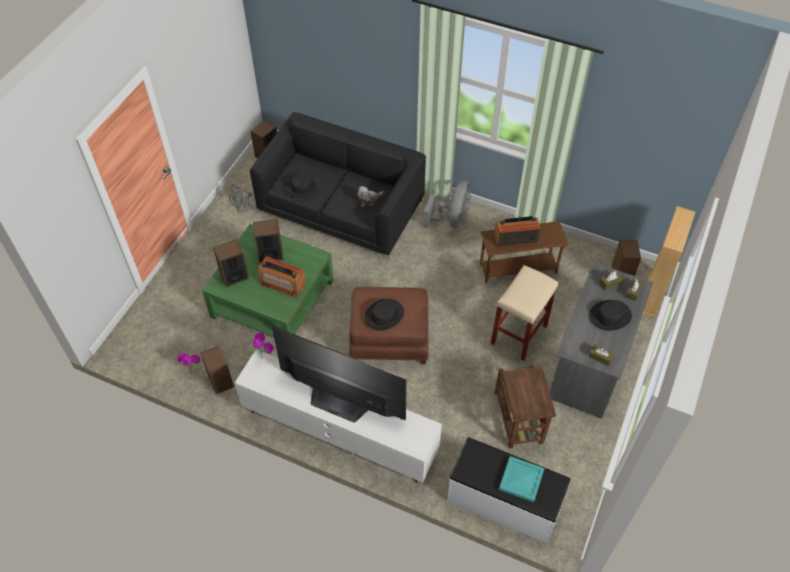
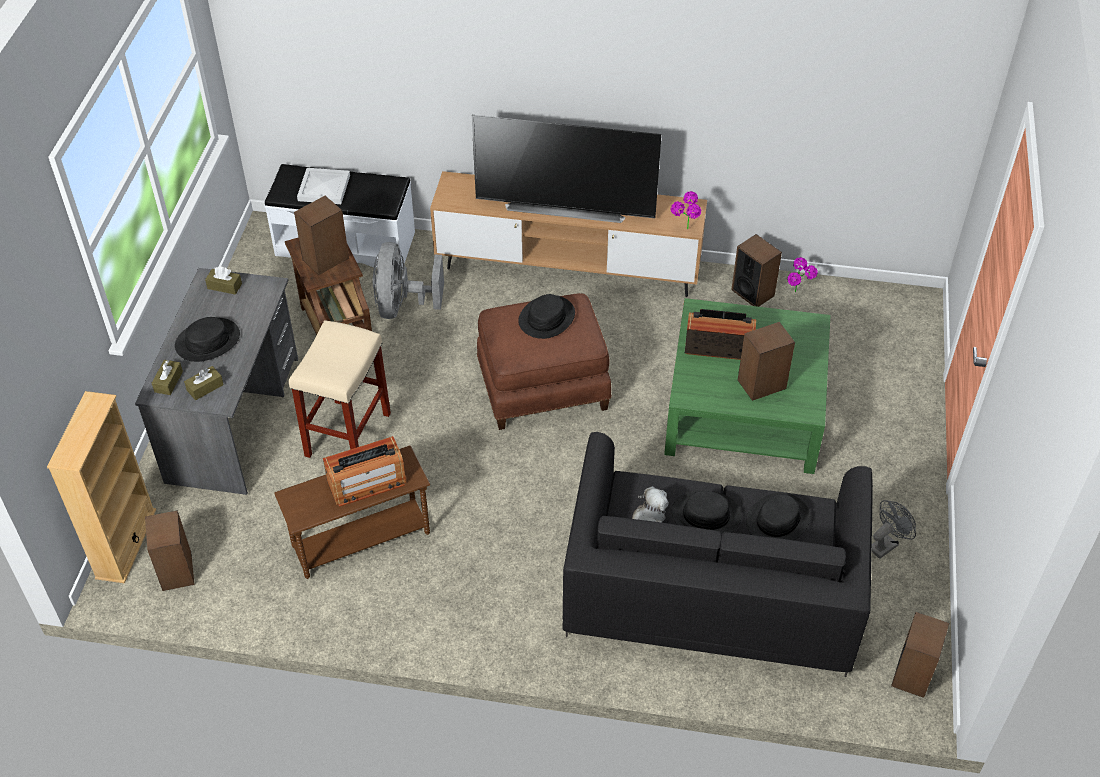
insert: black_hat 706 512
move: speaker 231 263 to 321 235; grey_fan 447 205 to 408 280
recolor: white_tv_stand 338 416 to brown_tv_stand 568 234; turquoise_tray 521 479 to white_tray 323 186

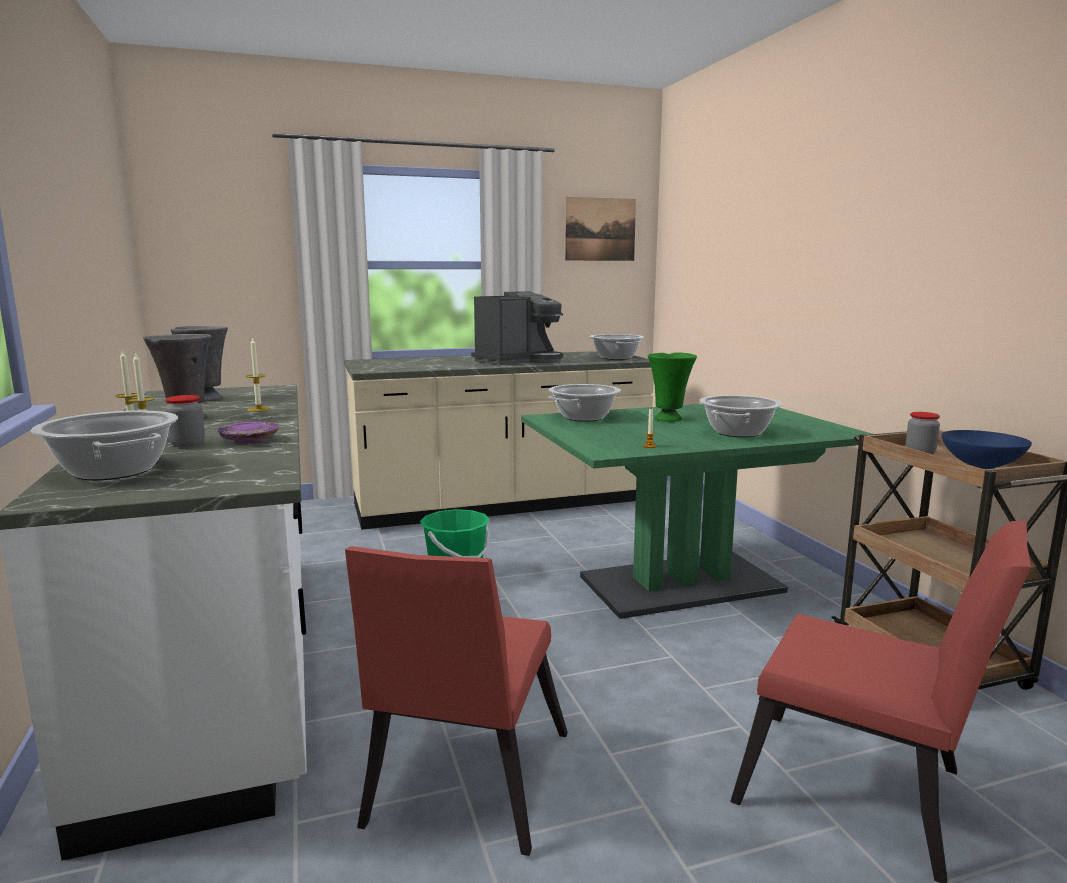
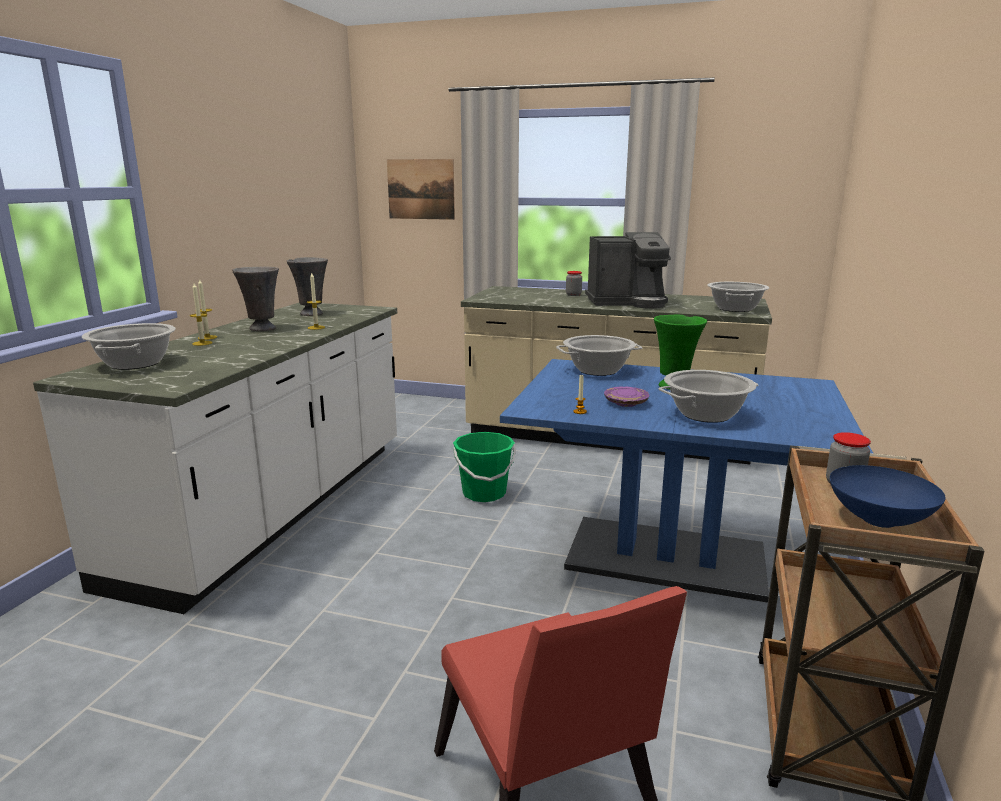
delete: red_chair 456 701
move: jar 185 421 to 574 283; purple_plate 248 432 to 627 397; picture 600 229 to 421 189
recolor: green_dining_table 696 511 to blue_dining_table 687 481

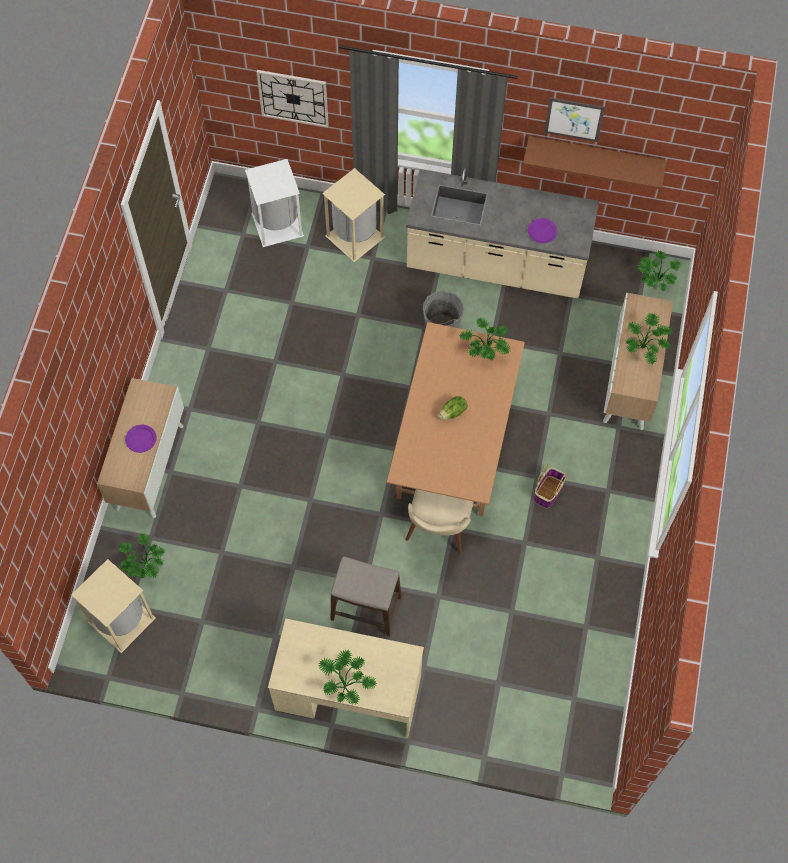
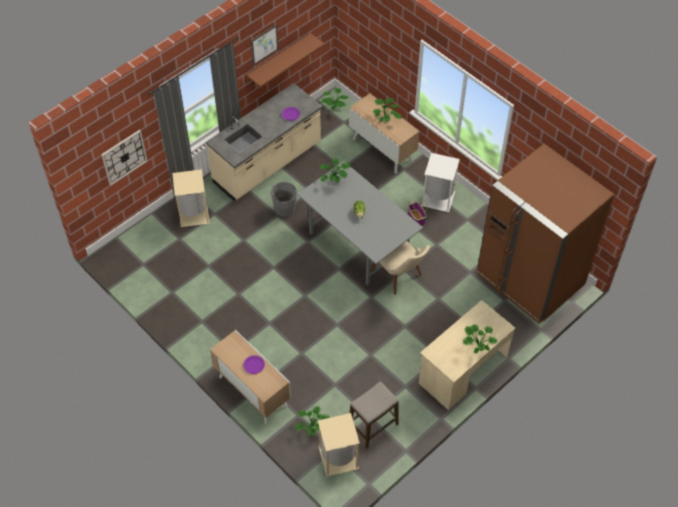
insert: brown_fridge 546 234
move: white_trash_can 274 203 to 441 182; stool 366 596 to 374 414
recolor: brown_dining_table 456 419 to grey_dining_table 360 223

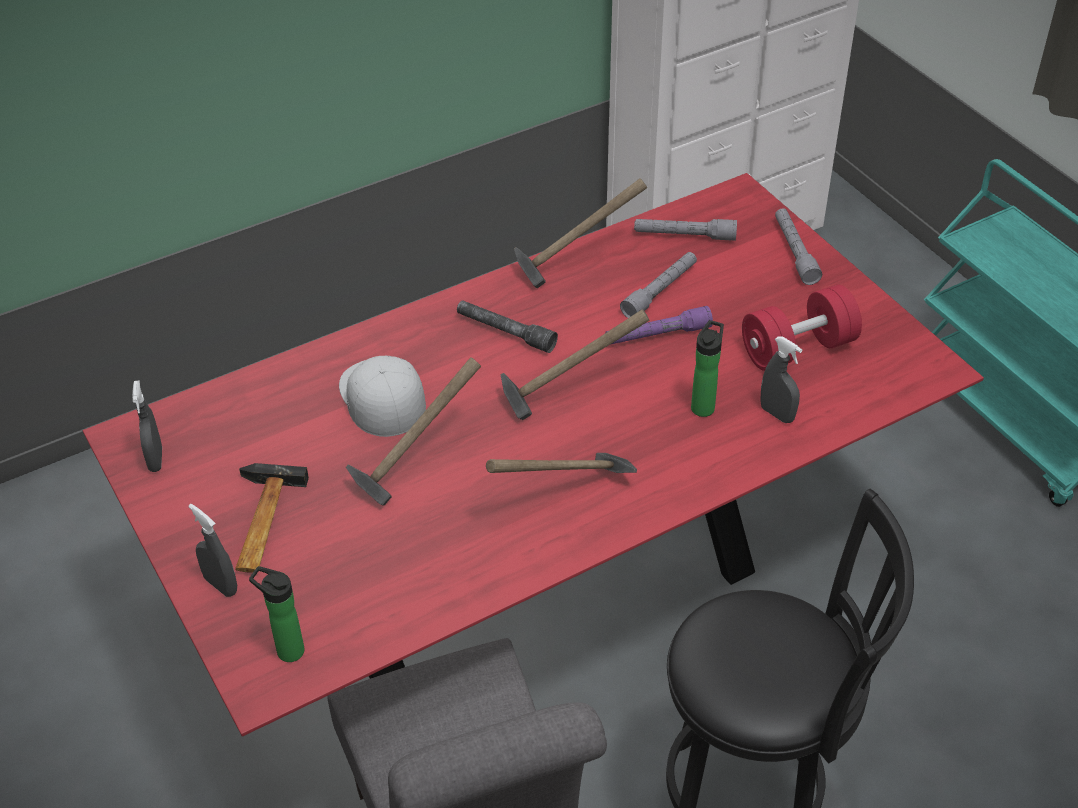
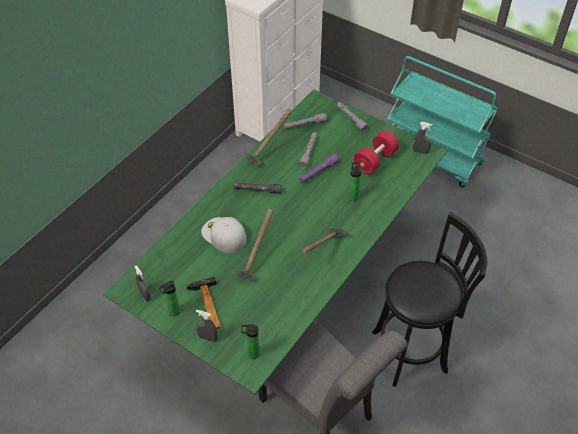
delete: hammer 575 364
insert: bottle 169 298
move: grey_spray_bottle 781 379 to 423 138
recolor: red_dining_table 533 455 to green_dining_table 275 242

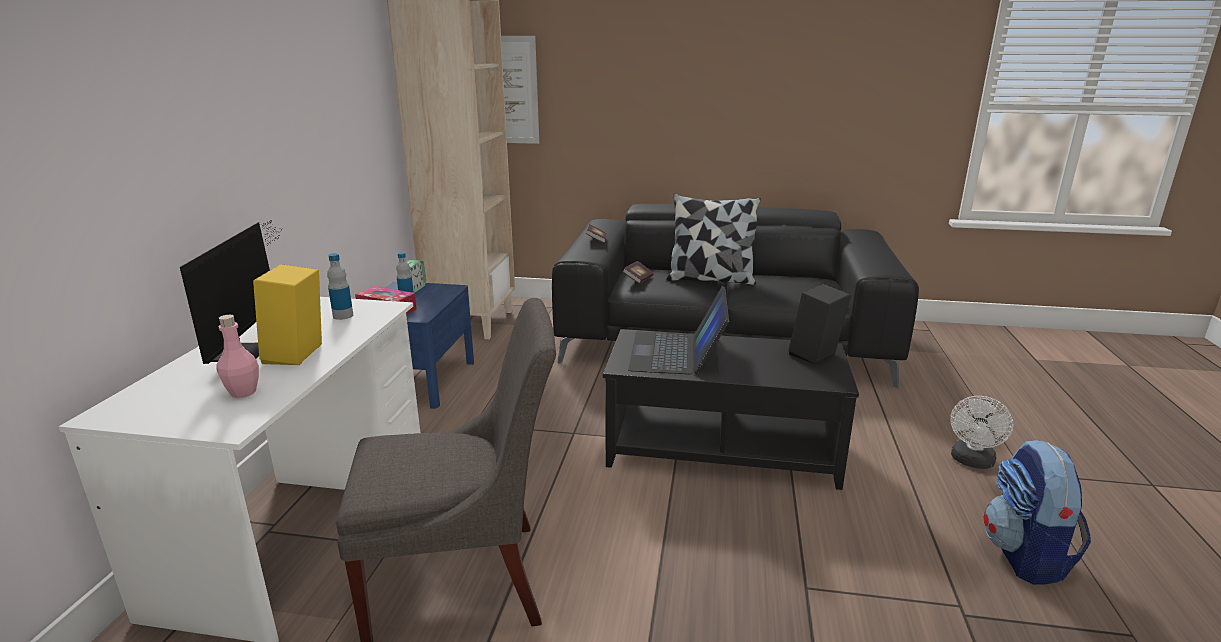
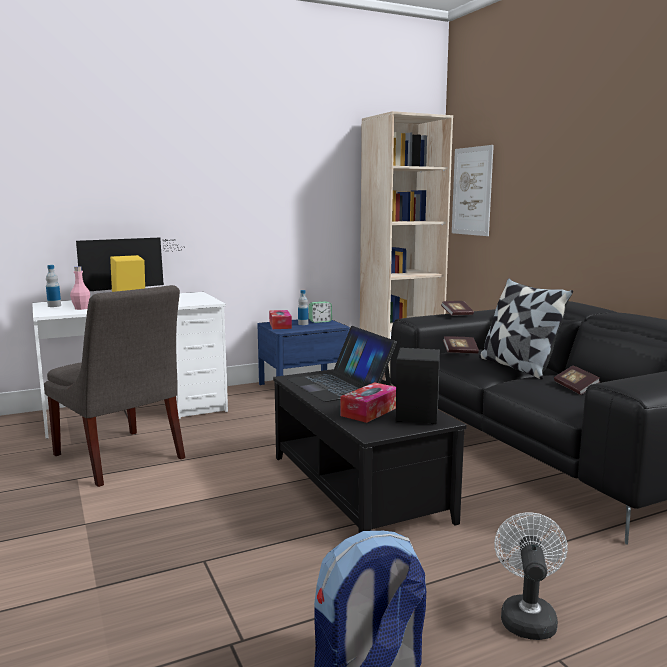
insert: tissue_box 368 402; book 577 380
move: bottle 340 286 to 53 286
rotate: laptop 678 331 = 342 364 90 degrees counterclockwise; white_fan 981 432 = 531 576 105 degrees clockwise

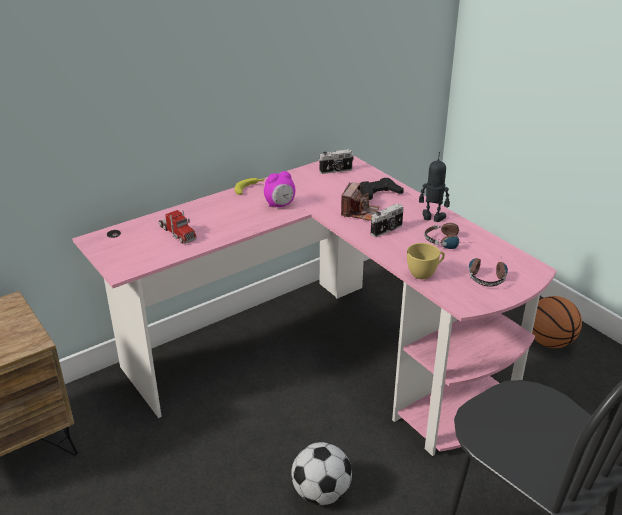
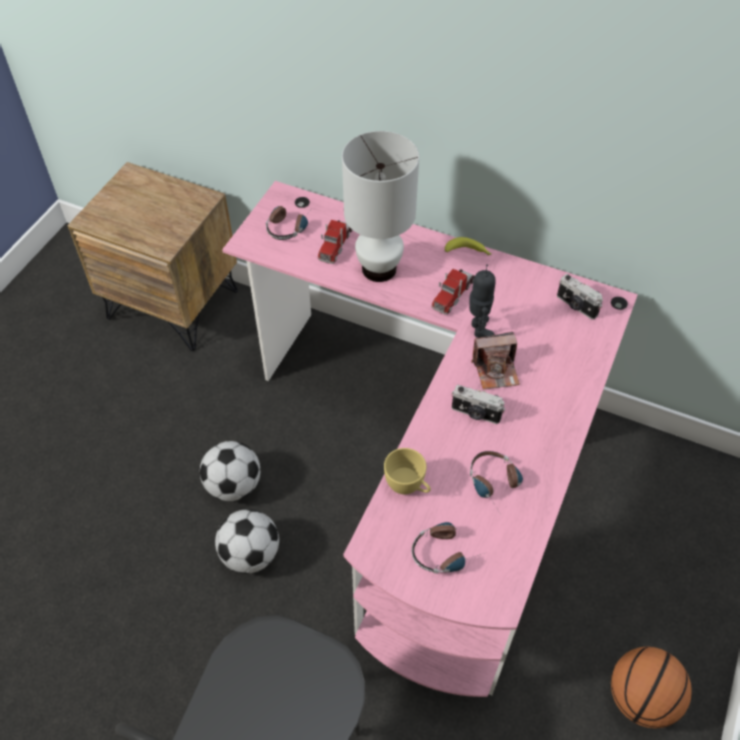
delete: black_game_controller 382 189
insert: football 230 471; headphones 289 223; white_table_lamp 380 206
move: toy_robot 434 187 to 482 301
replace: alarm_clock 279 189 to toy_truck 453 292

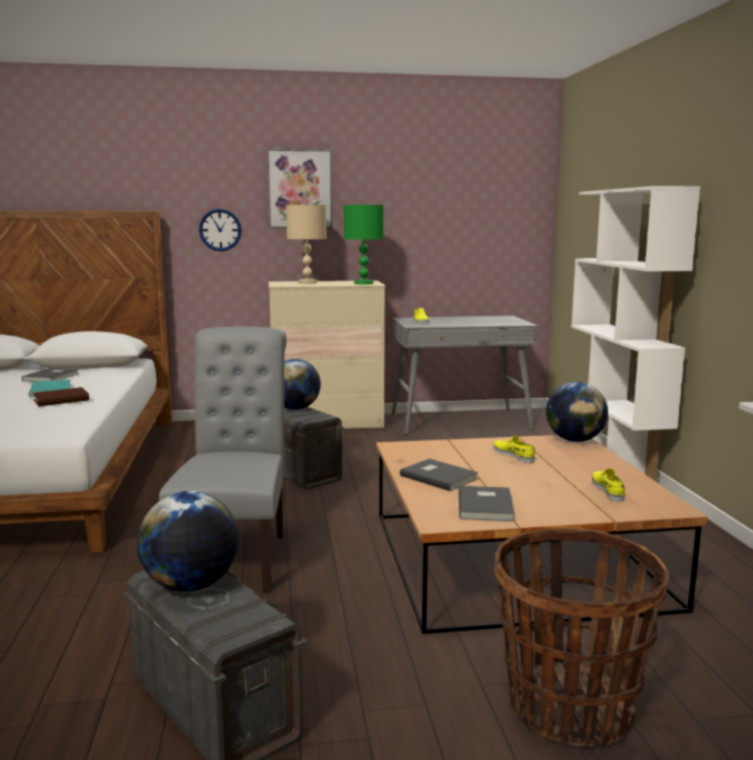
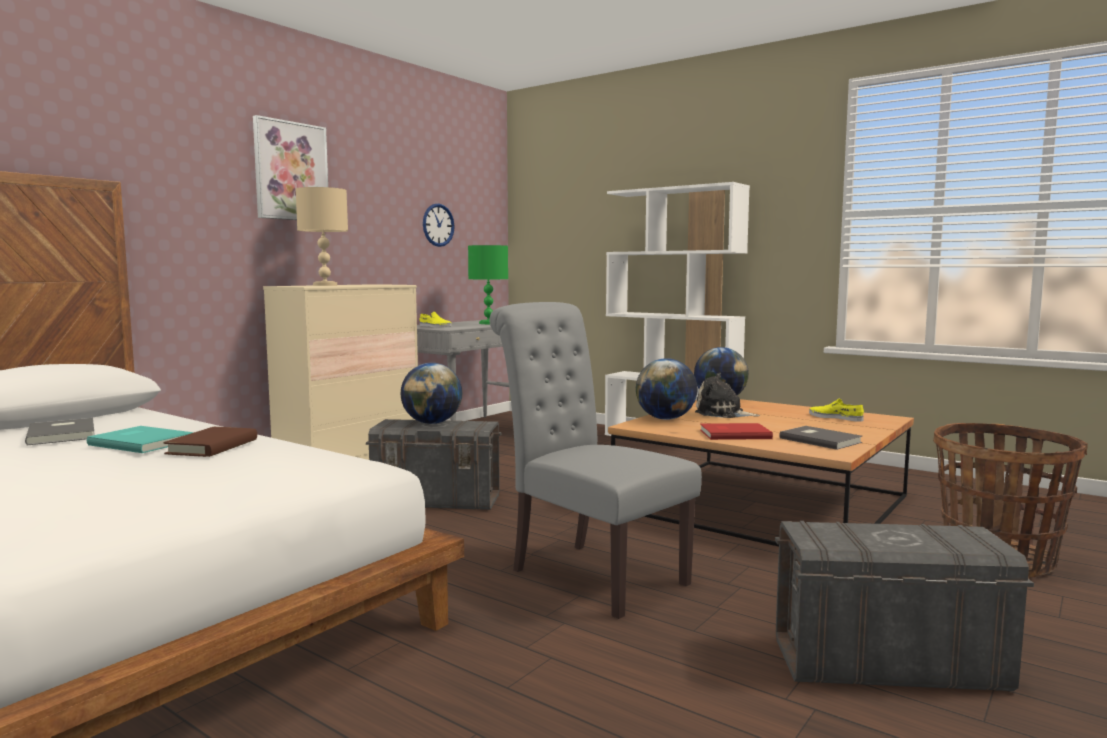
move: globe 188 541 to 667 389; wall_clock 220 230 to 439 225; green_table_lamp 364 244 to 488 284
replace: yellow_shoe 514 449 to plush_toy 727 395
recolor: grey_book 439 475 to red_book 736 431

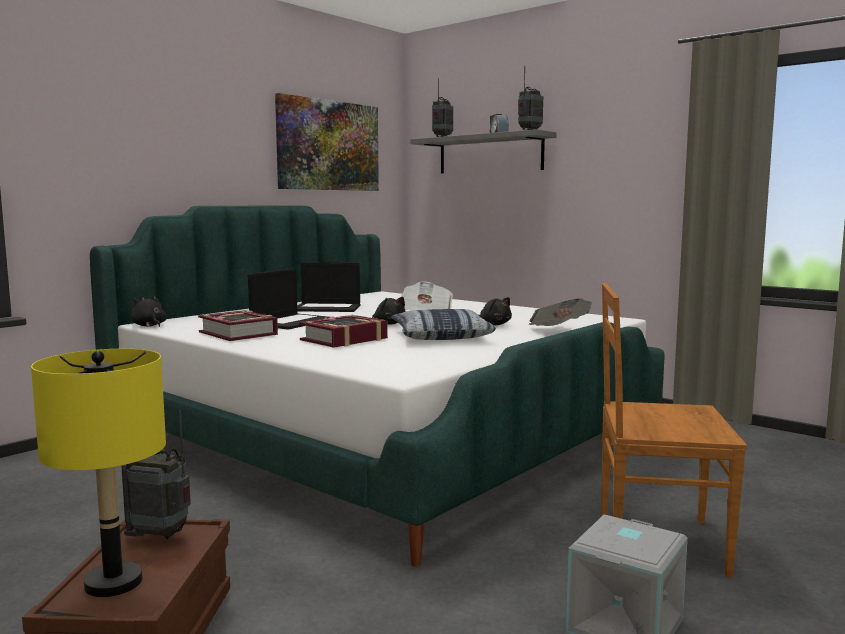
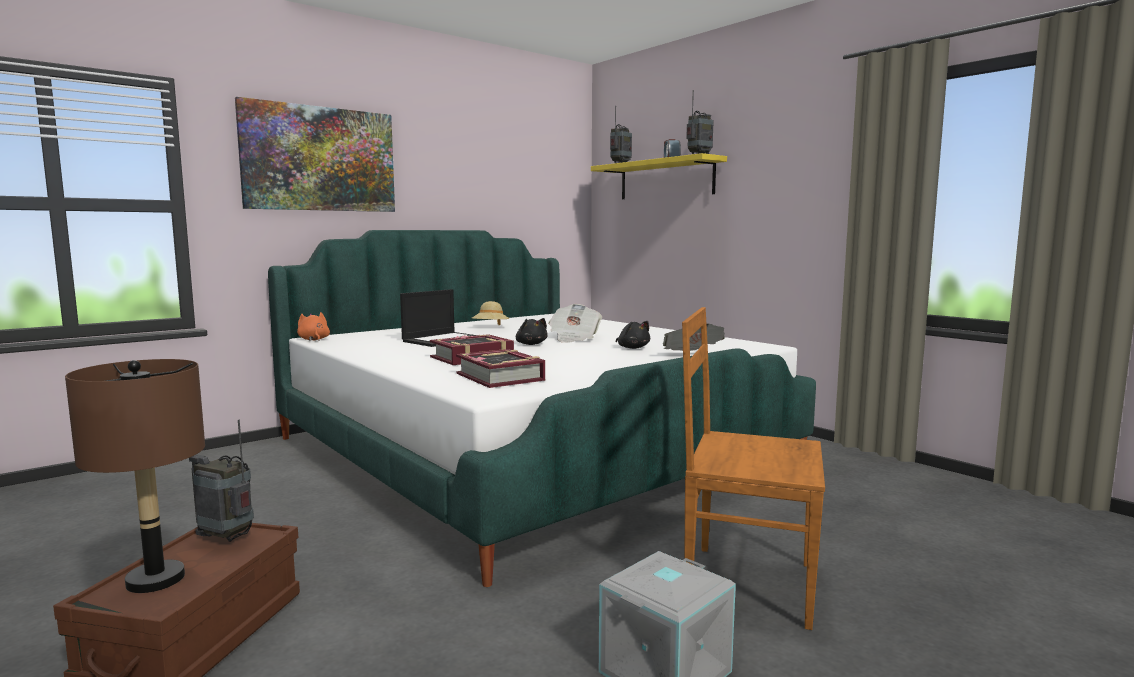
delete: pillow 443 324
move: book 238 325 to 500 368; picture 327 142 to 315 154
replace: laptop 328 287 to beige_hat 491 313
recolor: yellow_table_lamp 98 473 to brown_table_lamp 135 476; black_plush_toy 148 311 to orange_plush_toy 313 326; grey_shelf 484 151 to yellow_shelf 659 176

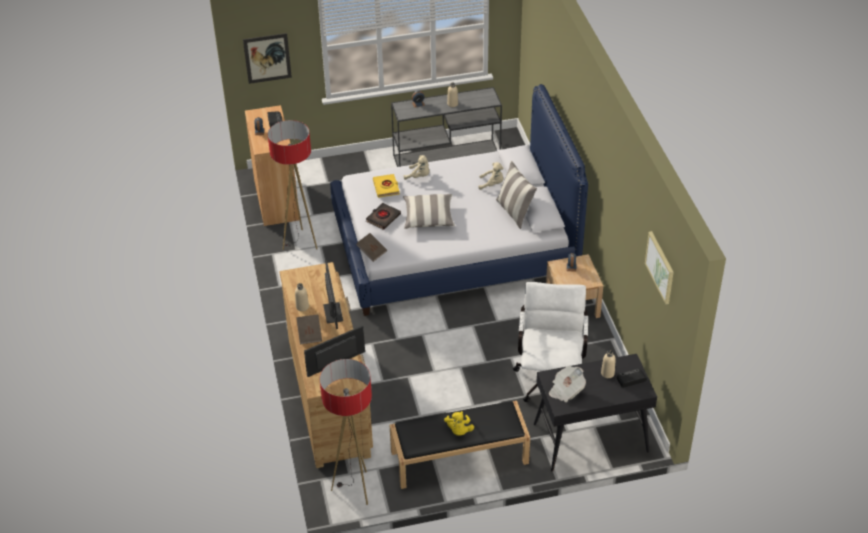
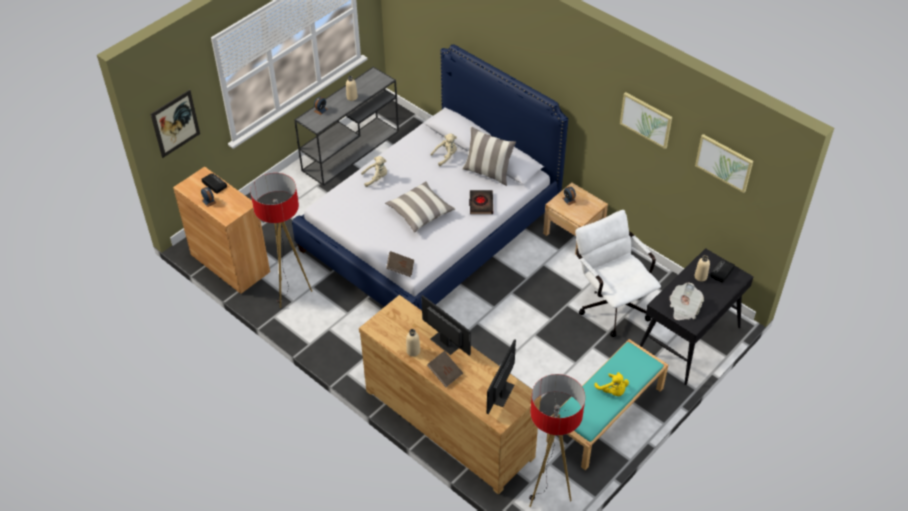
delete: yellow_book 386 186
insert: picture 646 120
move: black_book 383 216 to 481 202
recolor: black_bench 459 445 to turquoise_bench 607 404

